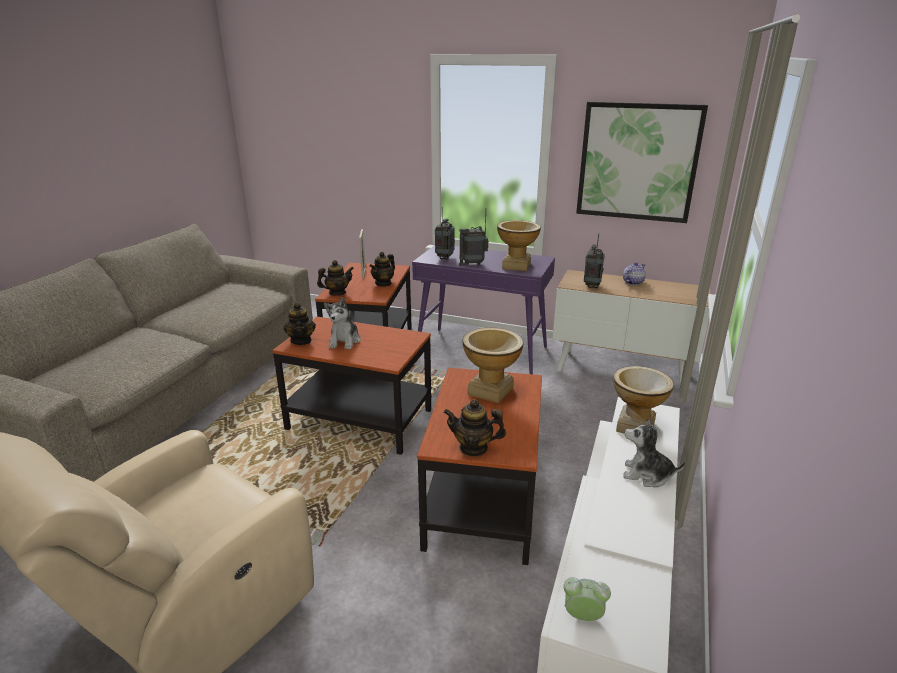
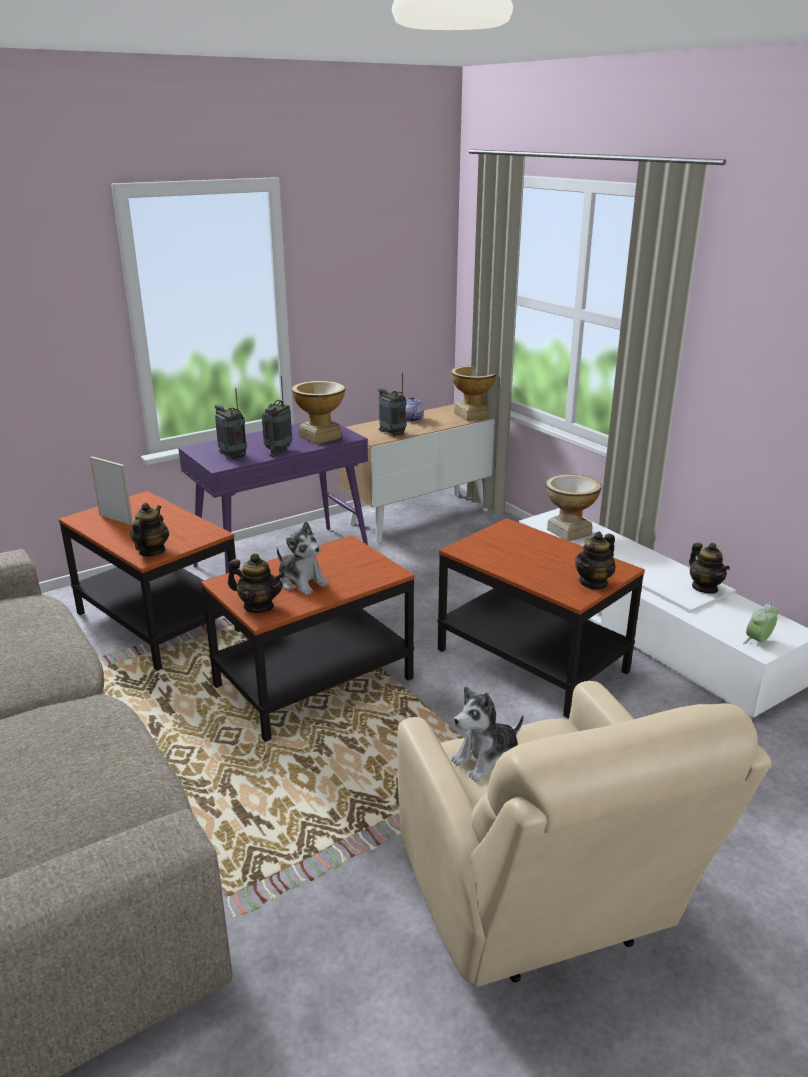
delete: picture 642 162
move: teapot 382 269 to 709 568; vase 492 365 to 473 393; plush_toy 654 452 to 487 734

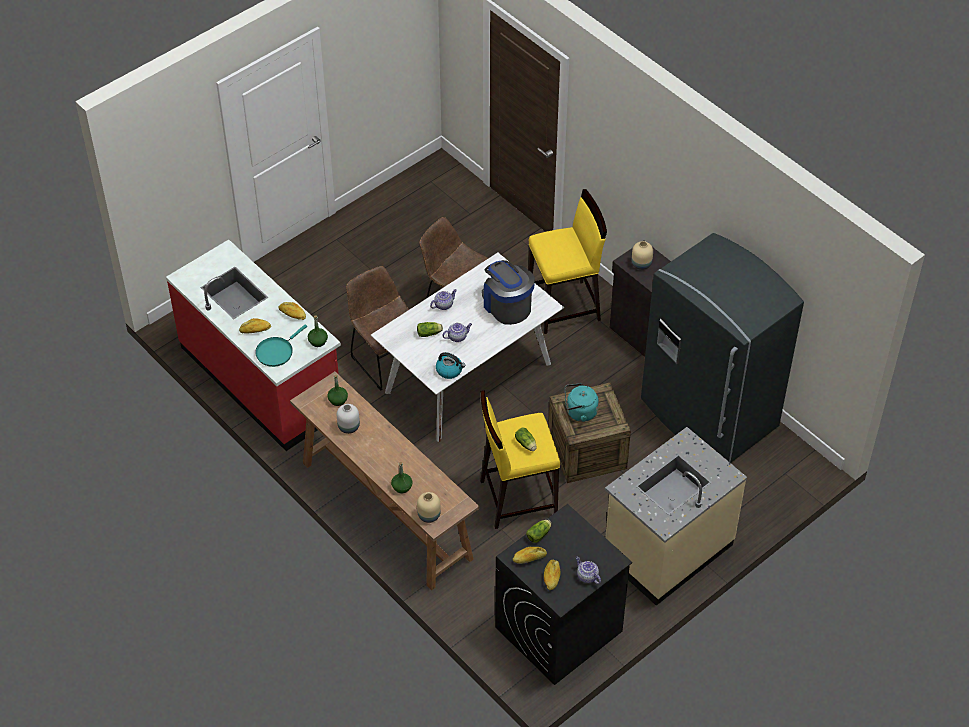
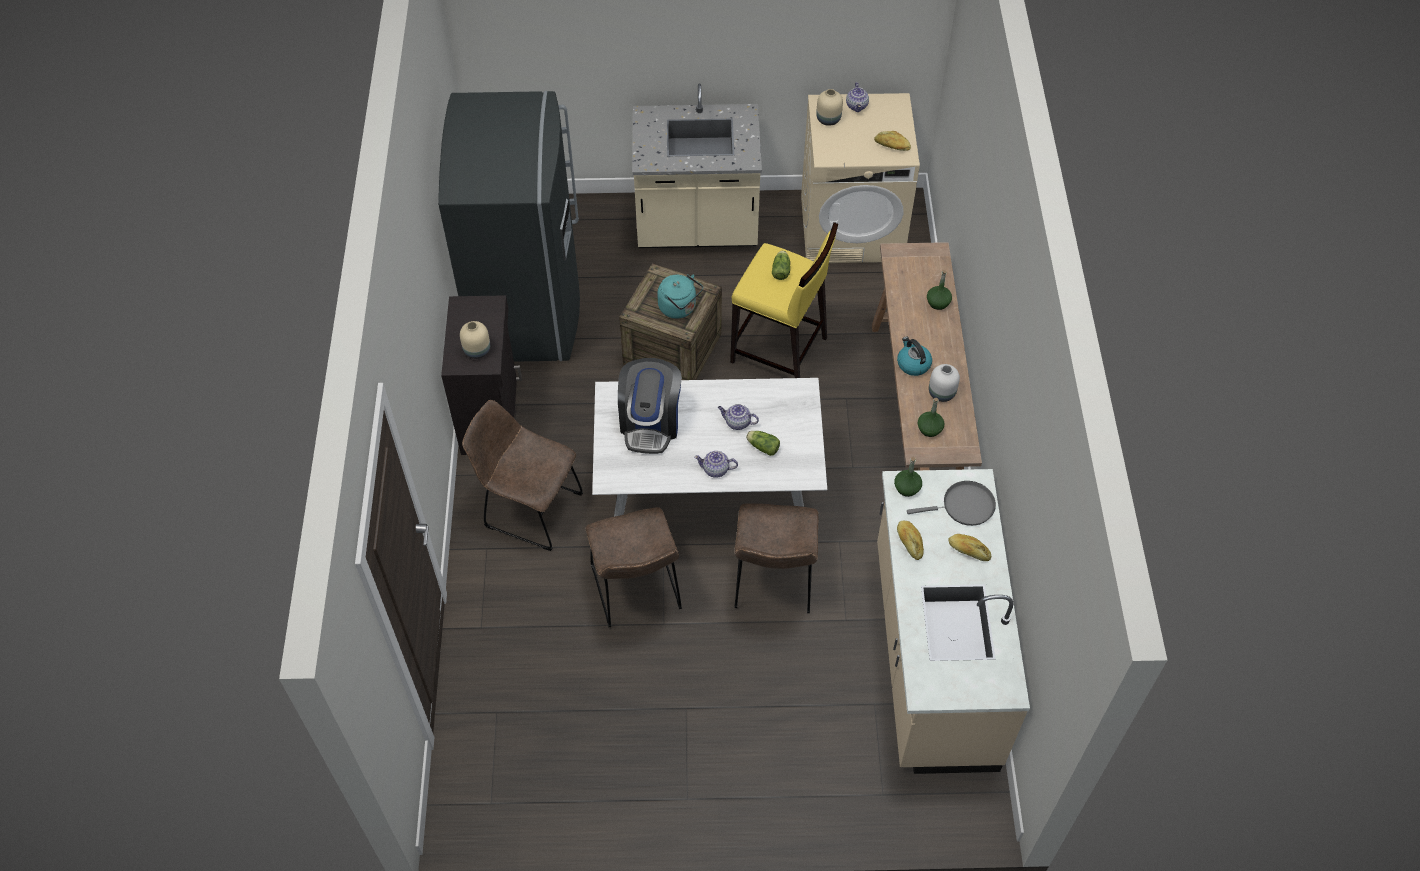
delete: lettuce 538 531; bread 552 575
move: beige_vase 429 507 to 829 107; kettle 451 365 to 914 356
replace: yellow_stool 567 261 to brown_chair 522 475
recolor: red_counter 253 345 to beige_counter 953 621; turquoise_frying_pan 281 346 to grey_frying_pan 951 503; black_washing_machine 563 594 to beige_washing_machine 860 178

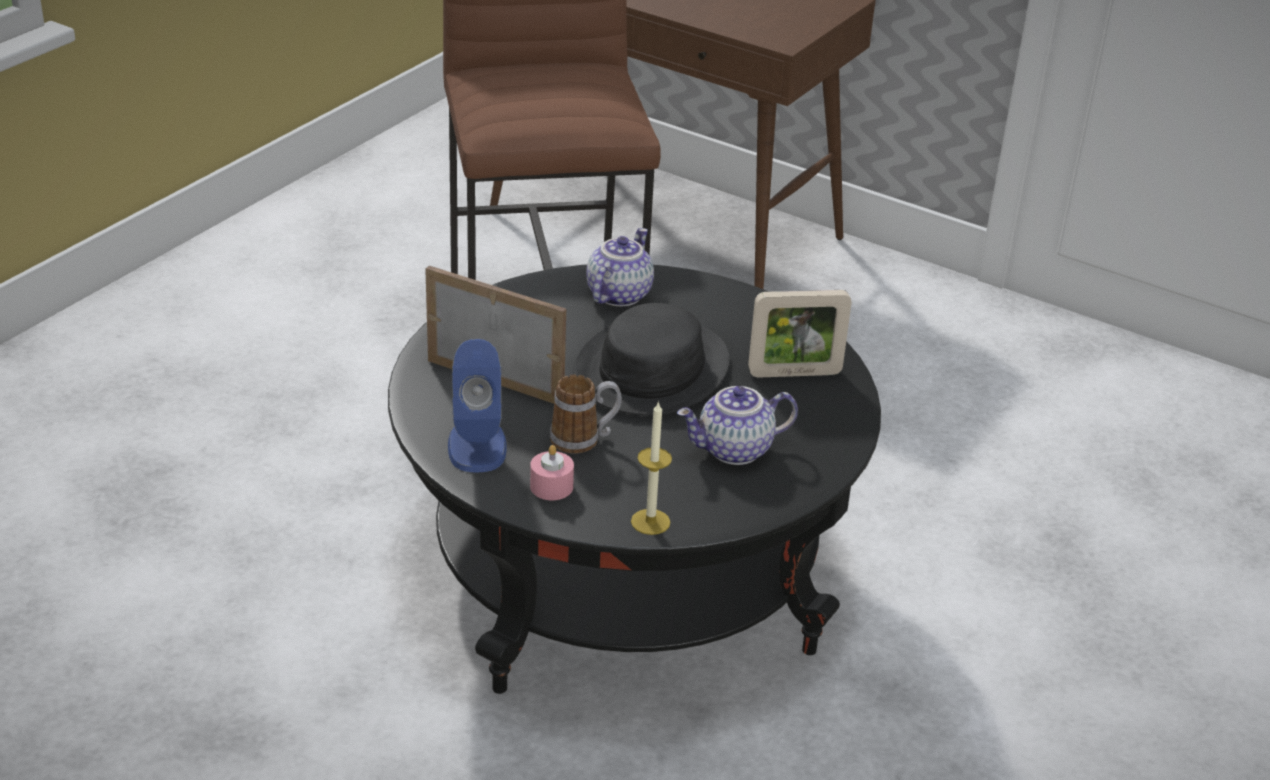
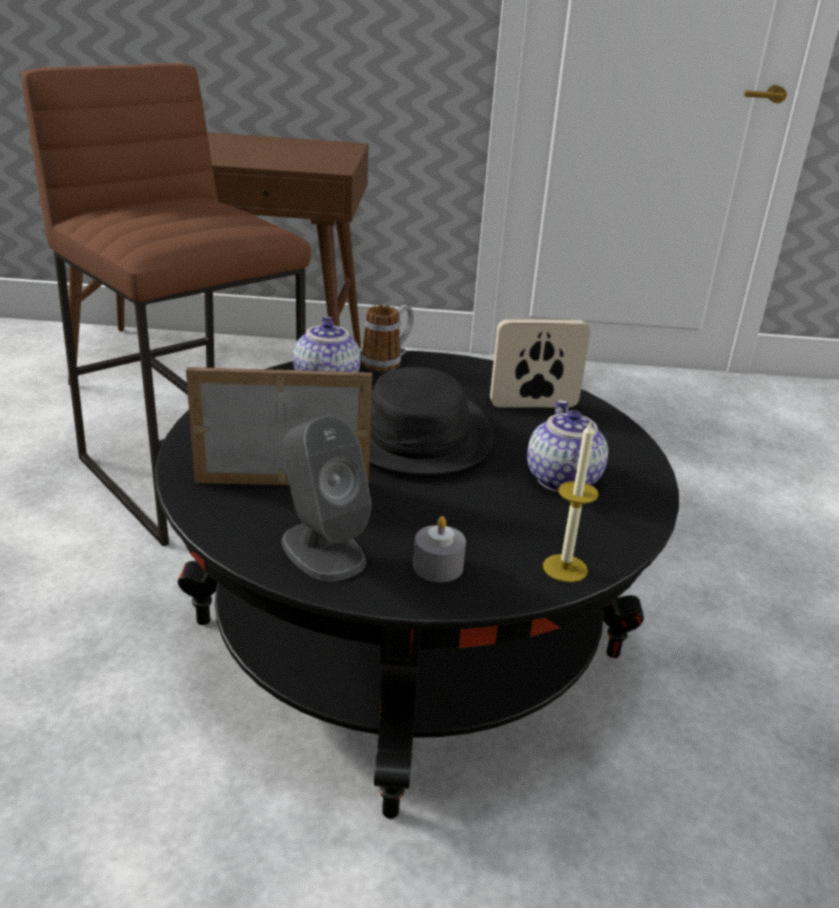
move: mug 586 414 to 387 338
recolor: blue_speaker 477 405 to grey_speaker 326 498; pink_candle 552 472 to grey_candle 439 549
rotate: teapot 737 425 = 567 446 135 degrees clockwise; picture_frame 800 334 = 540 363 150 degrees counterclockwise

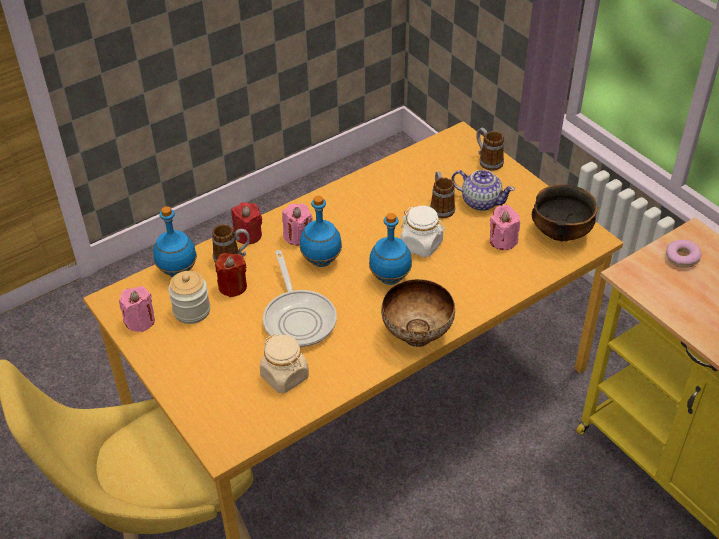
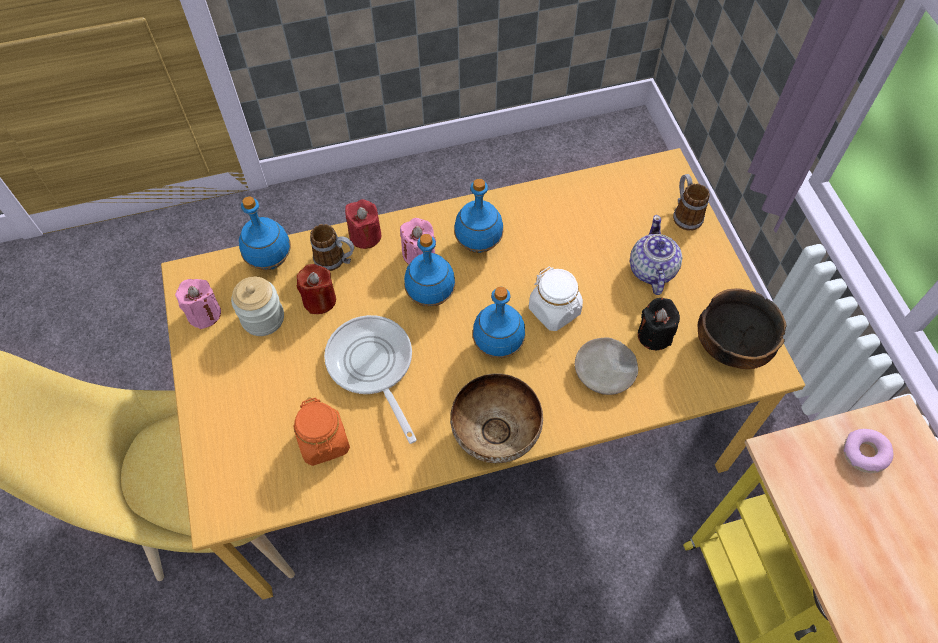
delete: mug 442 194
insert: blue_bottle 479 216; beige_plate 606 366
recolor: beige_jar 284 363 to orange_jar 322 432; pink_candle 505 227 to black_candle 659 324
rotate: frying_pan 300 298 = 370 379 150 degrees clockwise; teapot 483 190 = 656 255 135 degrees counterclockwise

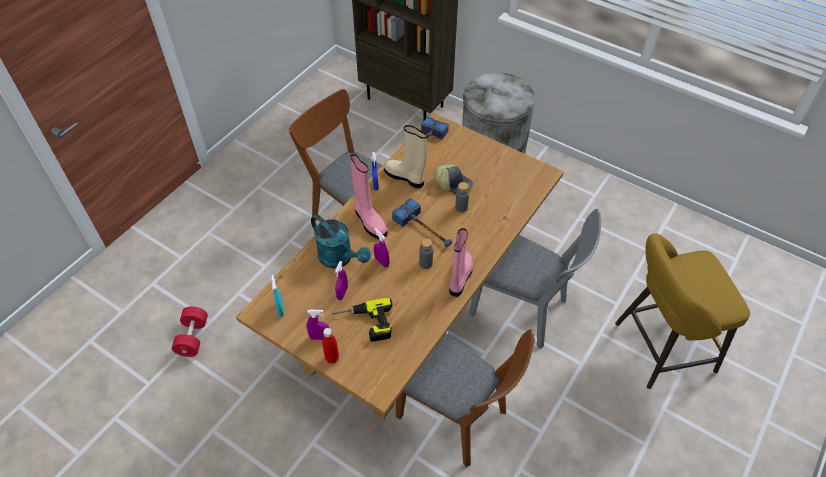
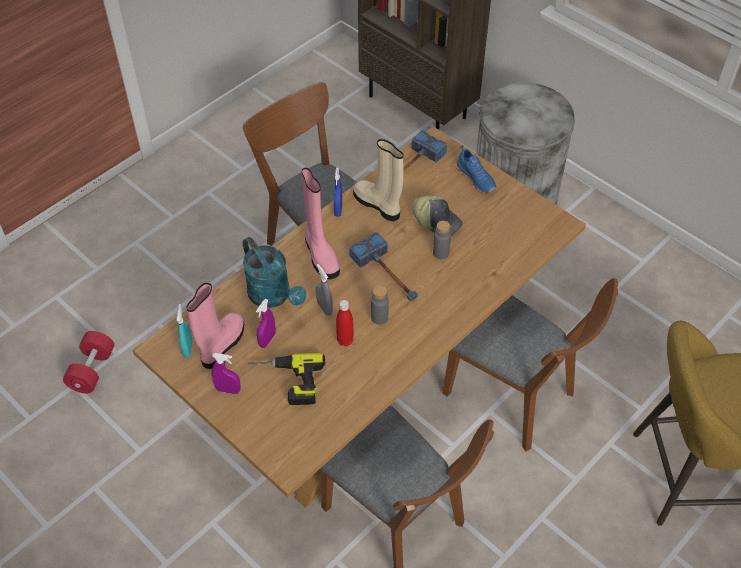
insert: blue_shoe 475 169
move: red_bottle 330 346 to 345 323; pink_boot 461 262 to 215 326
recolor: purple_spray_bottle 381 247 to grey_spray_bottle 324 290; grey_chair 535 279 to brown_chair 530 364

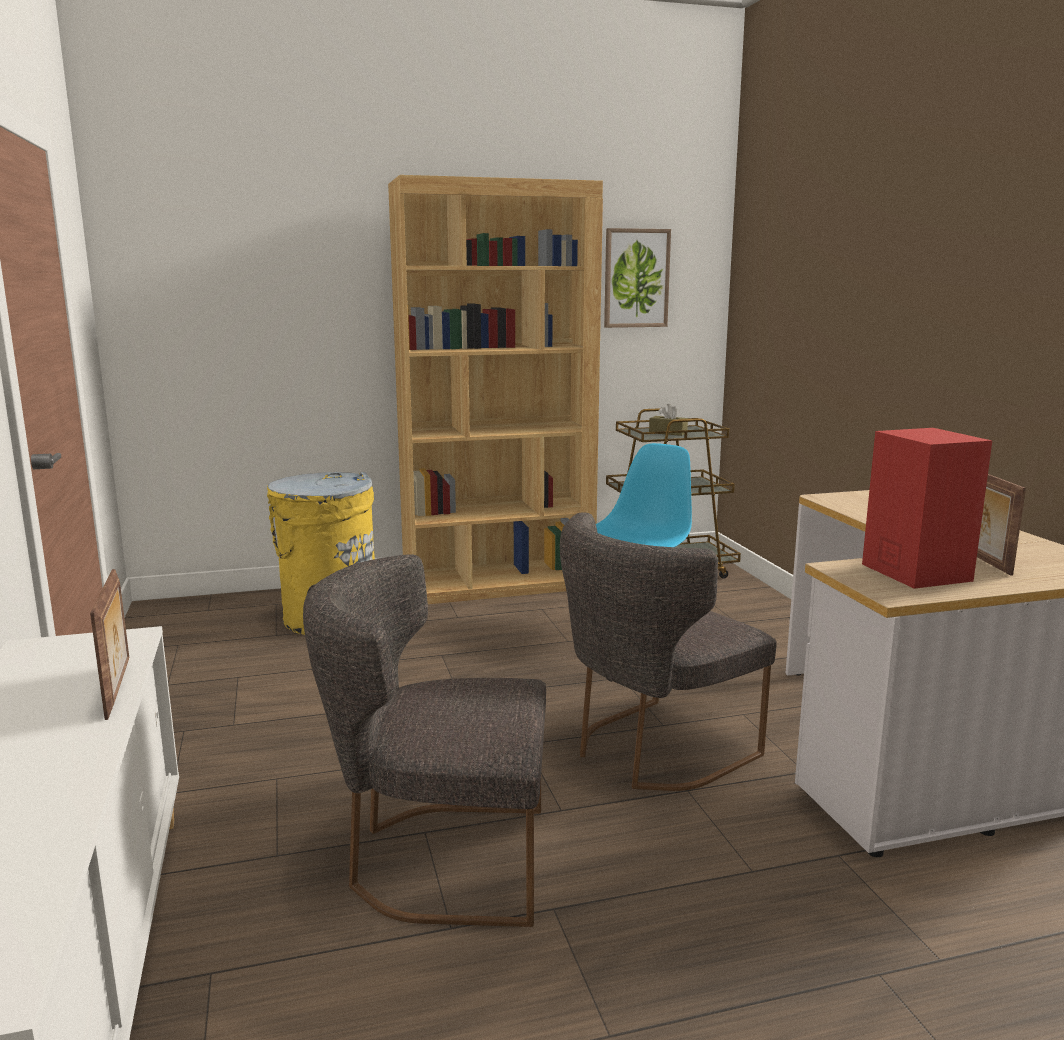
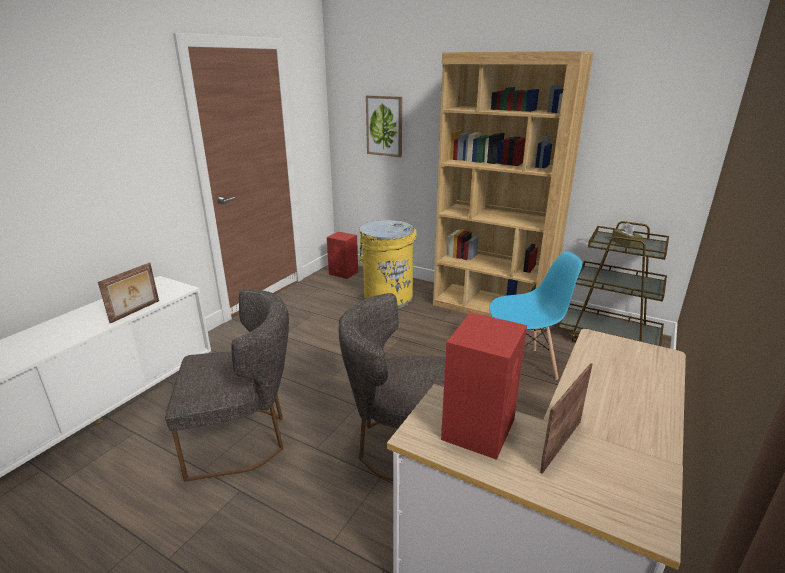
insert: red_speaker 342 255
move: picture 637 278 to 384 126
rotate: grey_chair 424 740 = 227 385 120 degrees clockwise

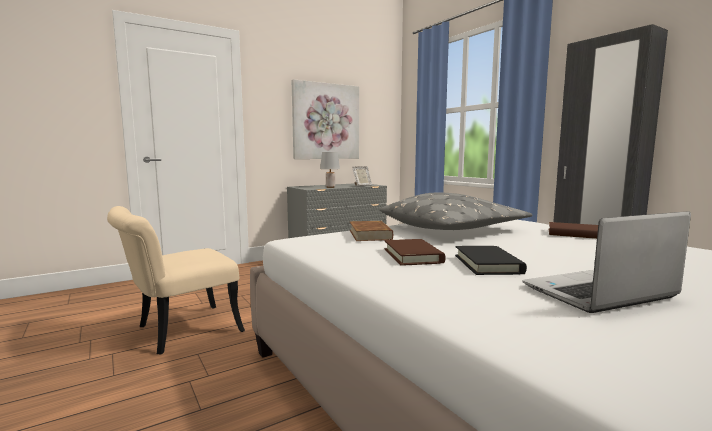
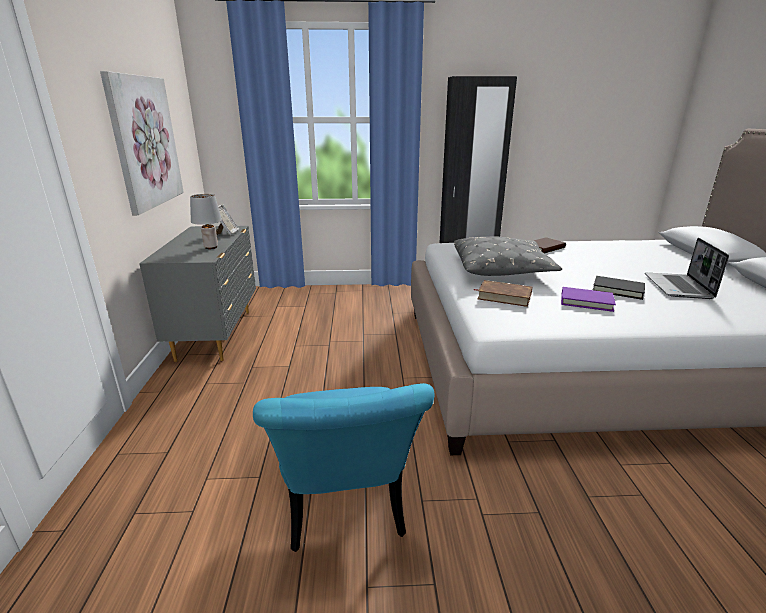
recolor: beige_chair 176 280 to turquoise_chair 344 467; brown_book 415 252 to purple_book 588 299

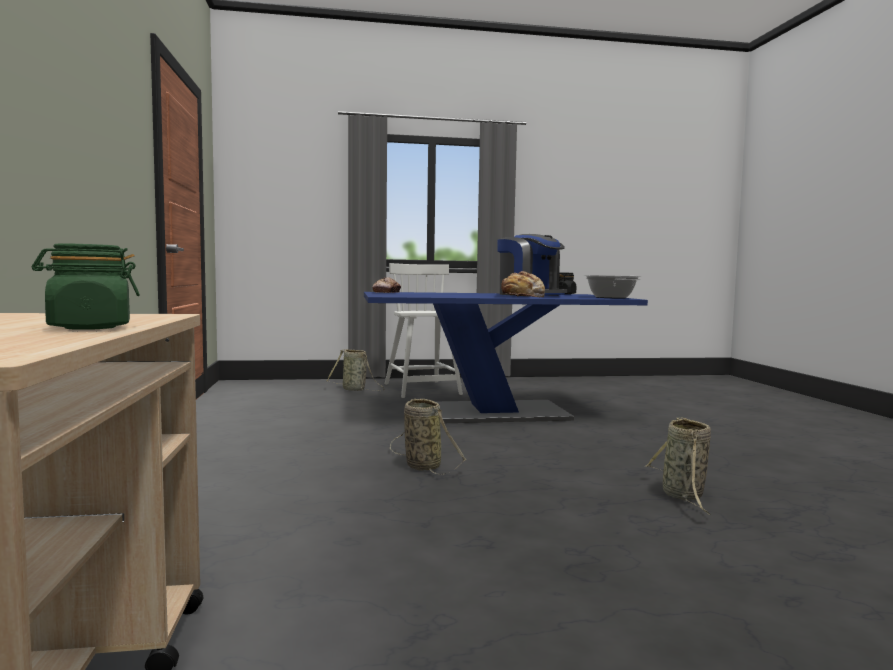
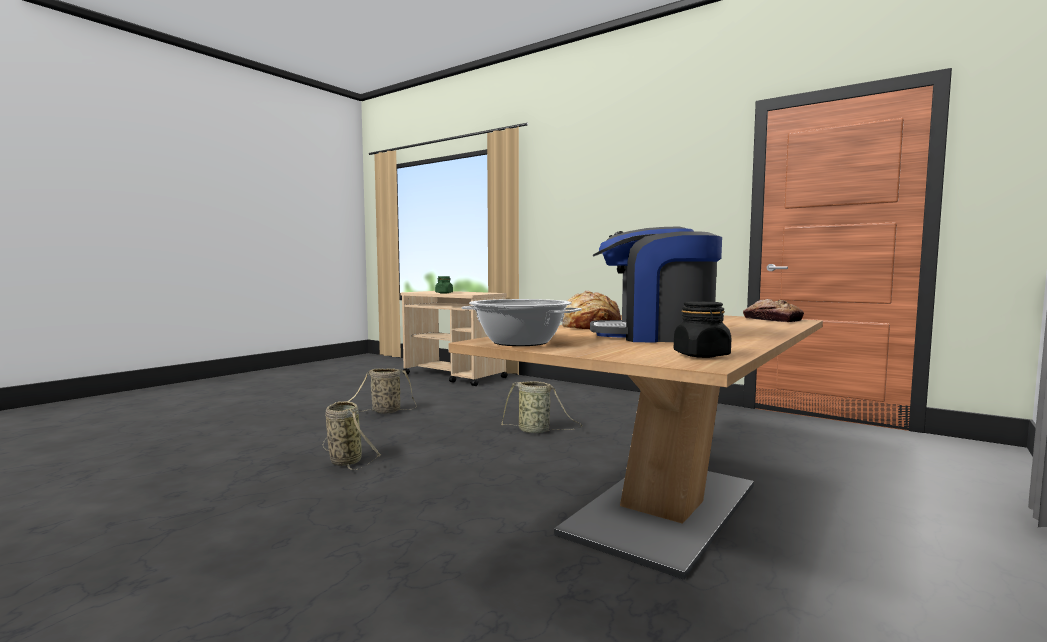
delete: white_chair 424 330
move: basket 355 370 to 382 391
recolor: blue_dining_table 506 358 to brown_dining_table 635 447

